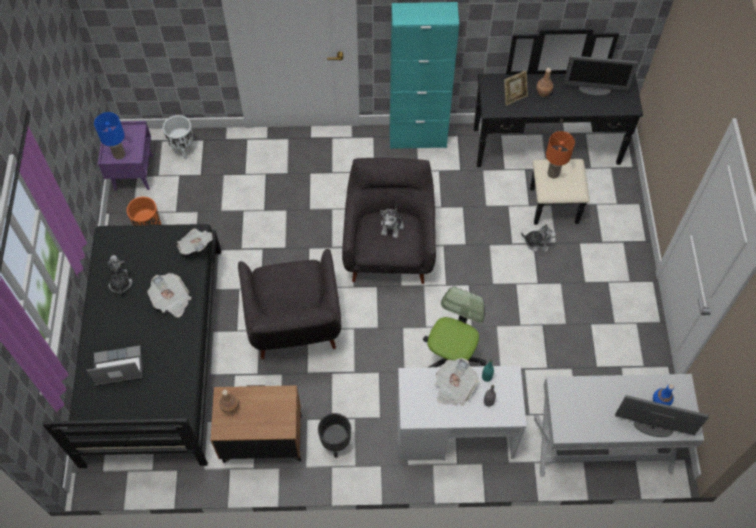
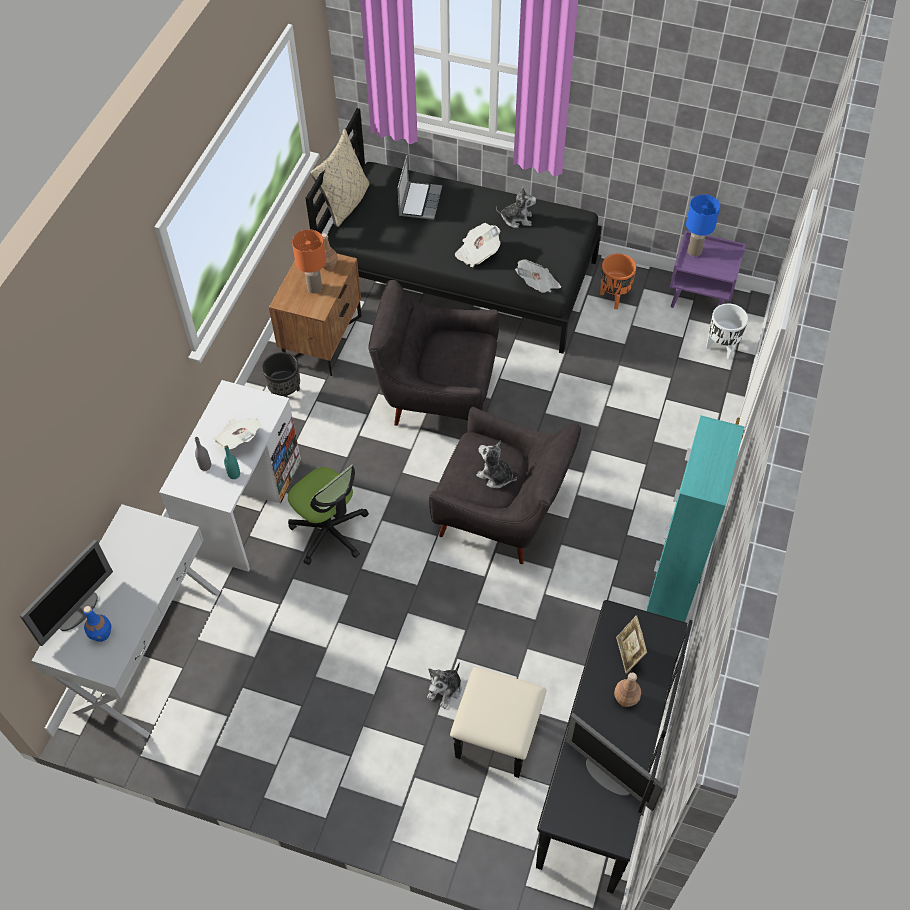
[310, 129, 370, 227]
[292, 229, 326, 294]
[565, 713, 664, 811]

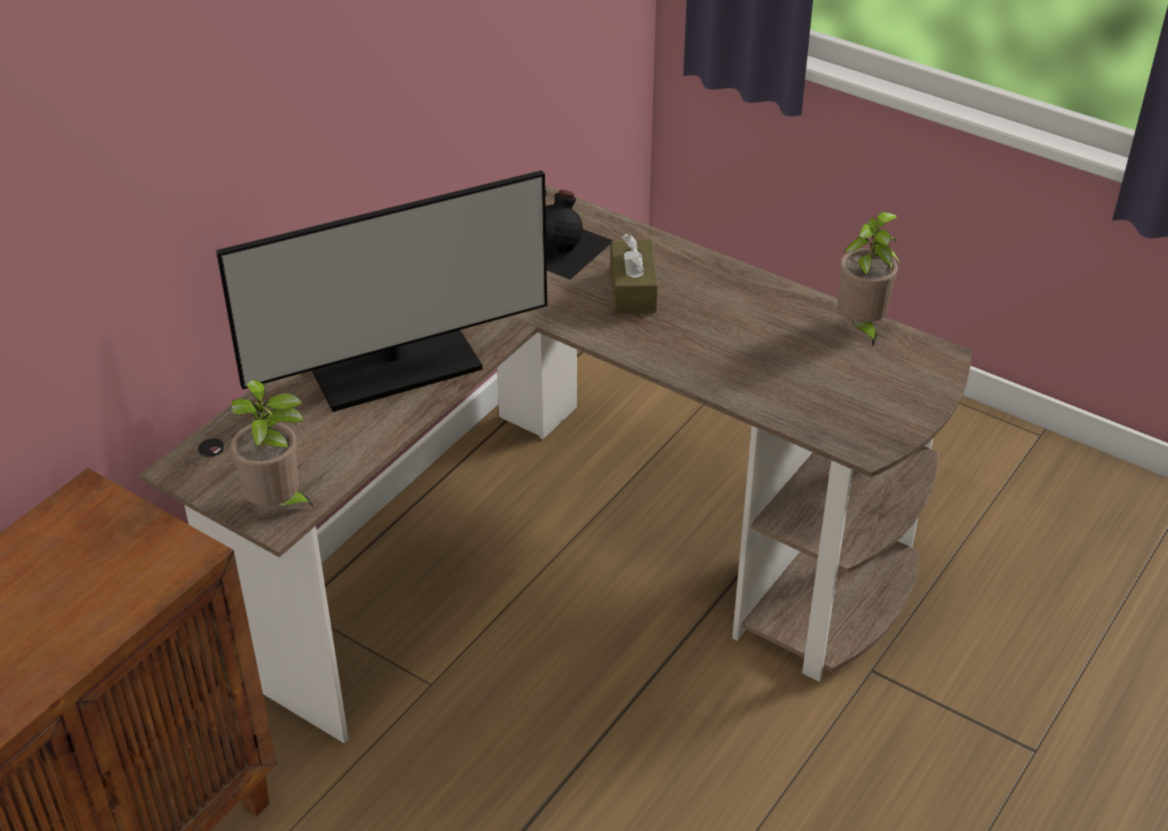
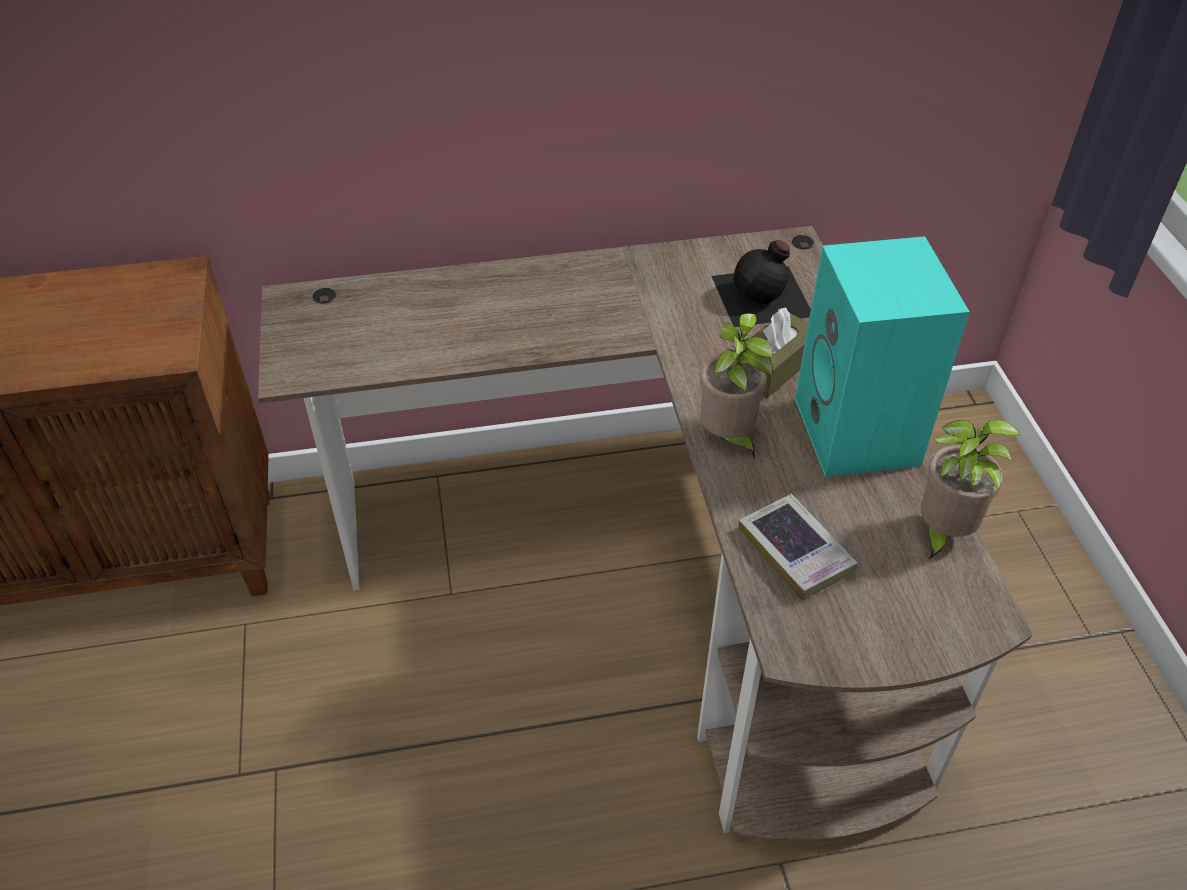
[216, 170, 547, 412] (first image)
[738, 494, 858, 601]
[795, 236, 970, 477]
[700, 313, 773, 460]

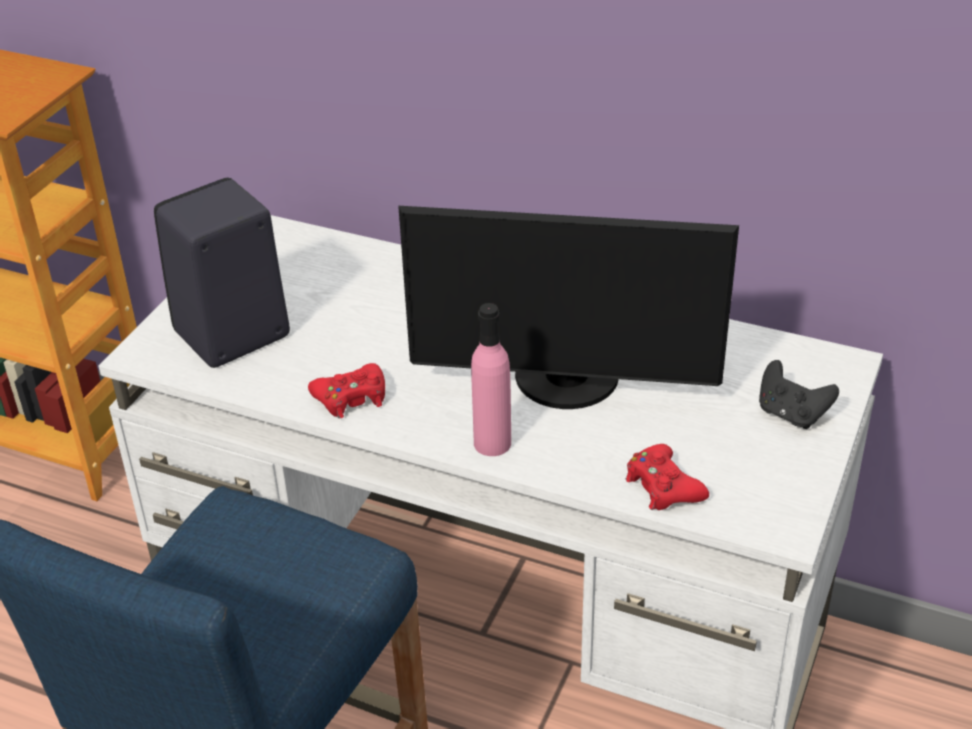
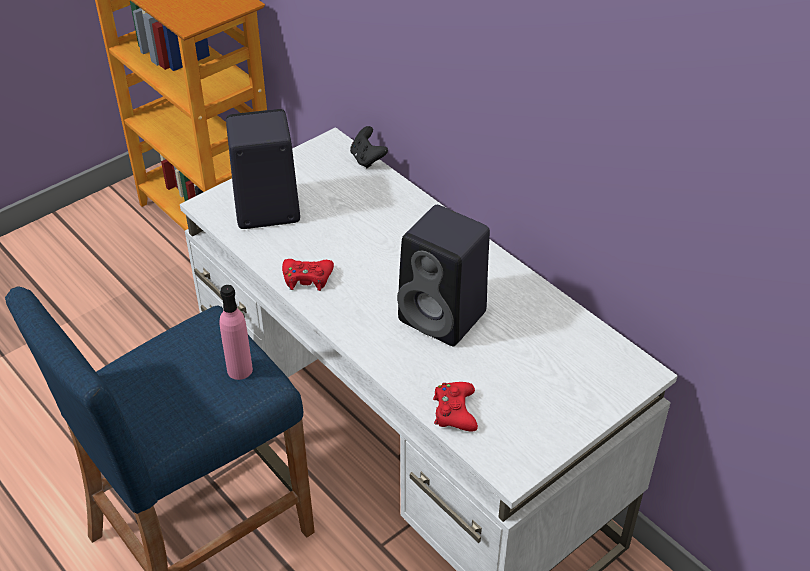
[220, 285, 253, 380]
[350, 126, 388, 168]
[397, 205, 490, 346]

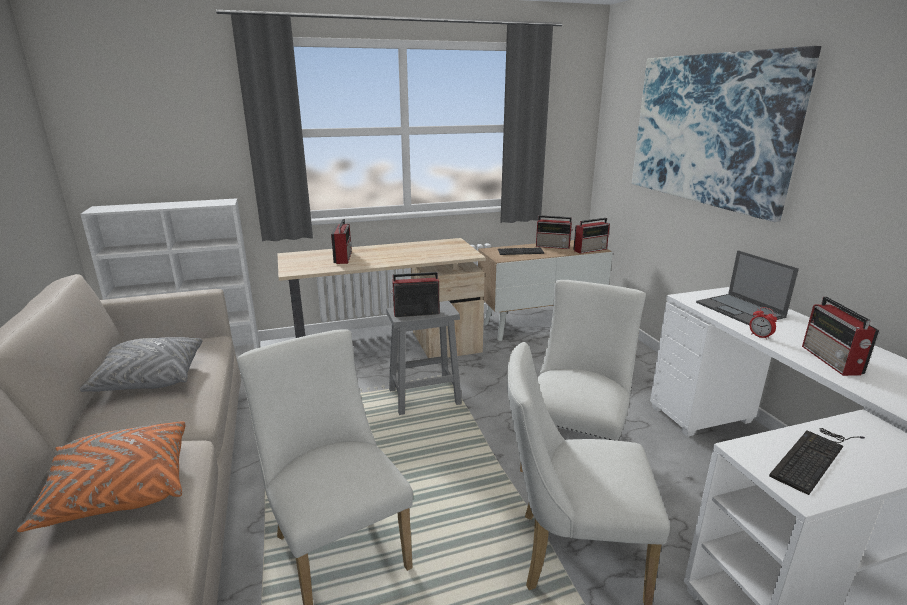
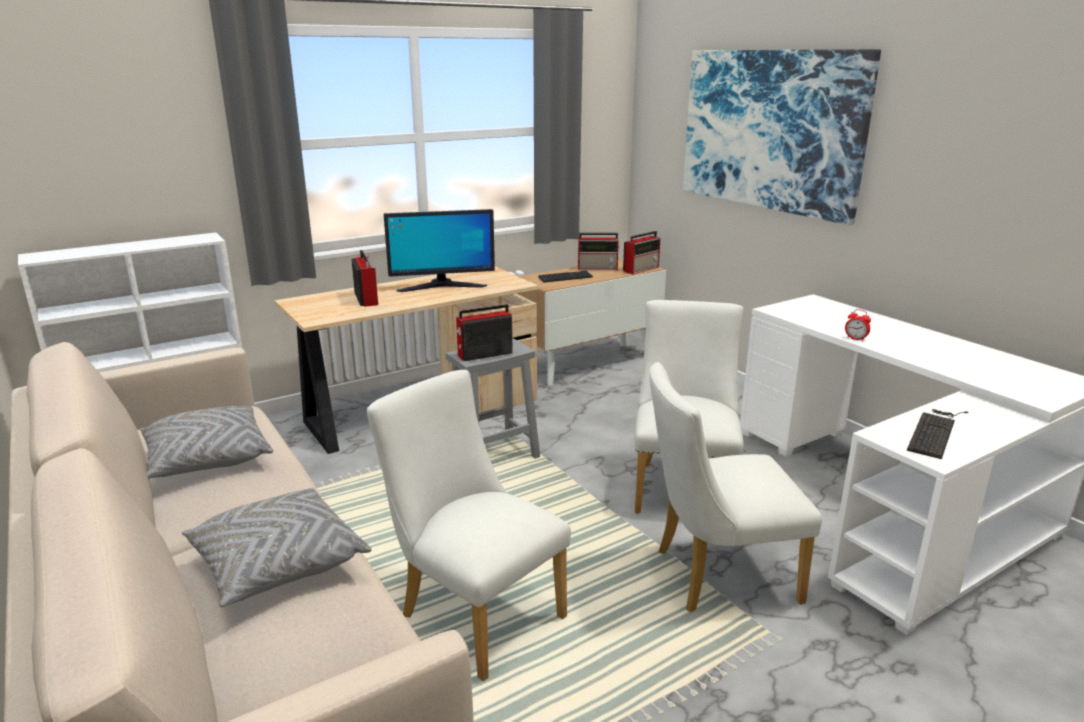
[696, 250, 799, 325] (first image)
[802, 297, 879, 376] (first image)
[384, 209, 495, 292]
[181, 488, 372, 607]

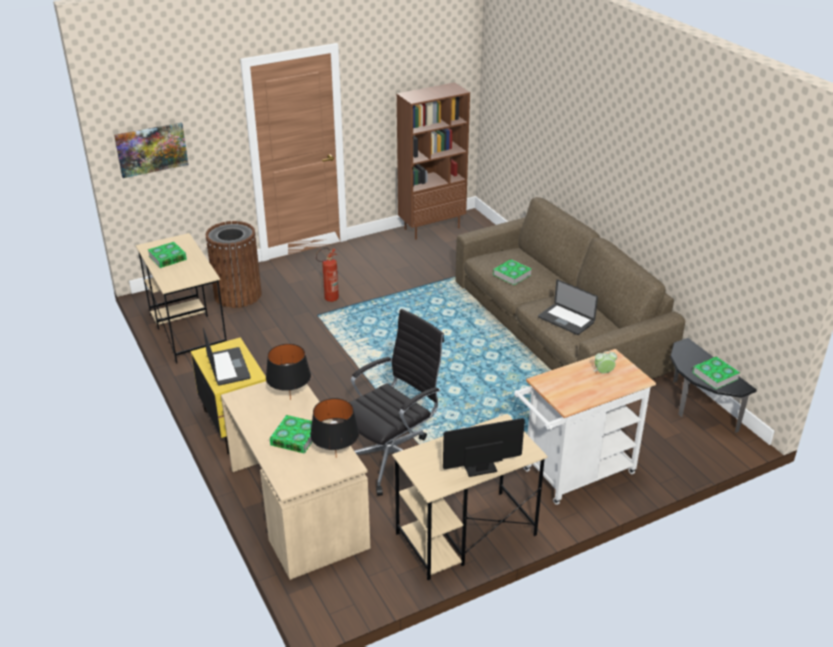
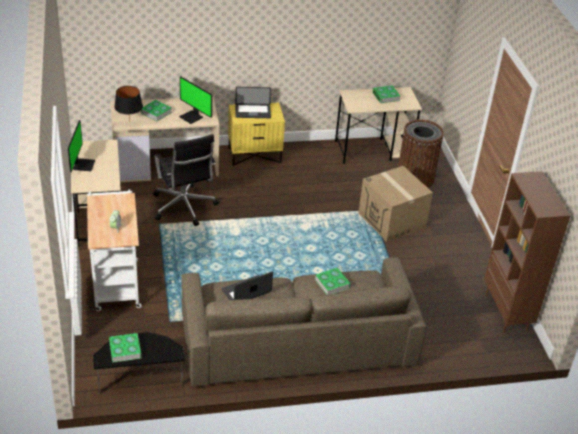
[114, 123, 188, 178] (first image)
[179, 76, 212, 124]
[358, 166, 433, 242]

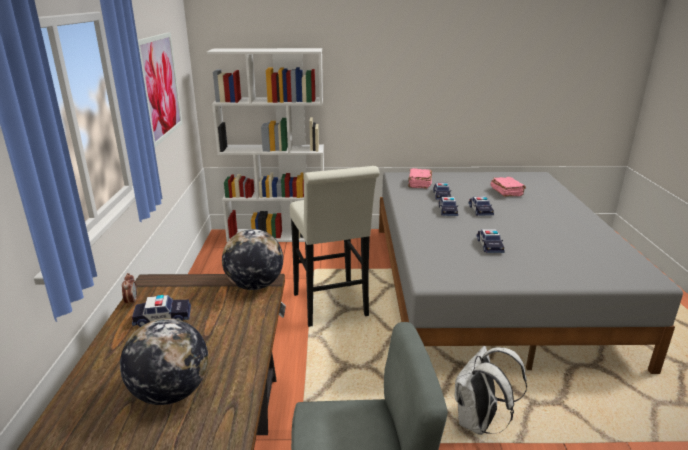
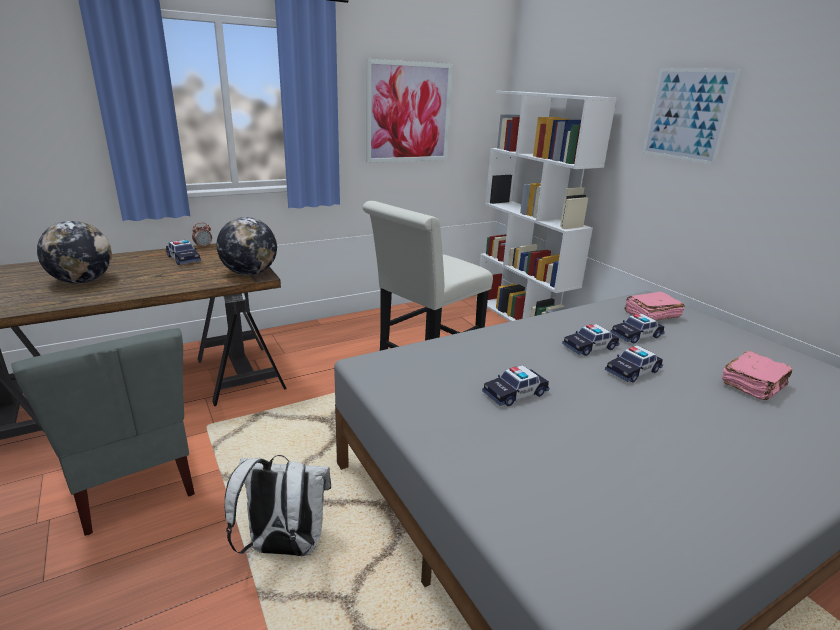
[643, 69, 740, 165]

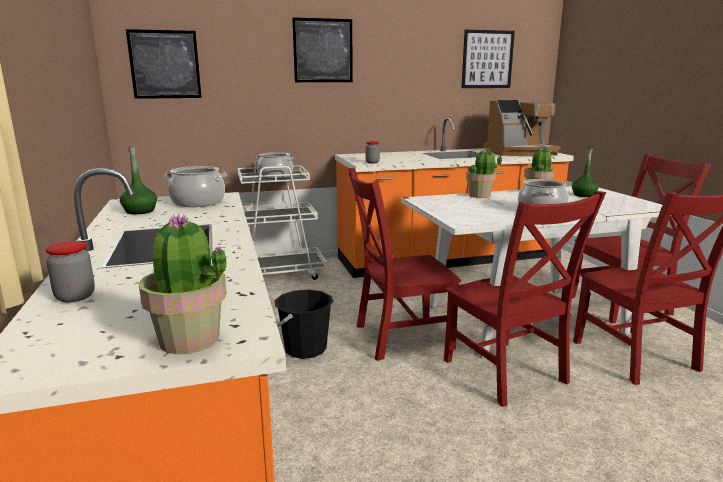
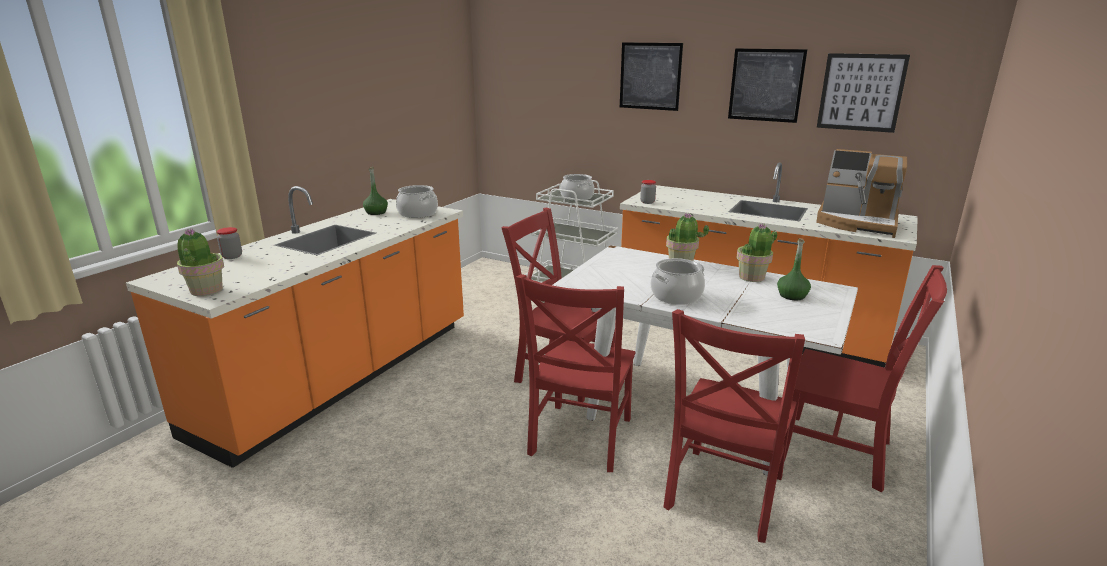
[275, 290, 333, 359] (first image)
[728, 48, 808, 123]

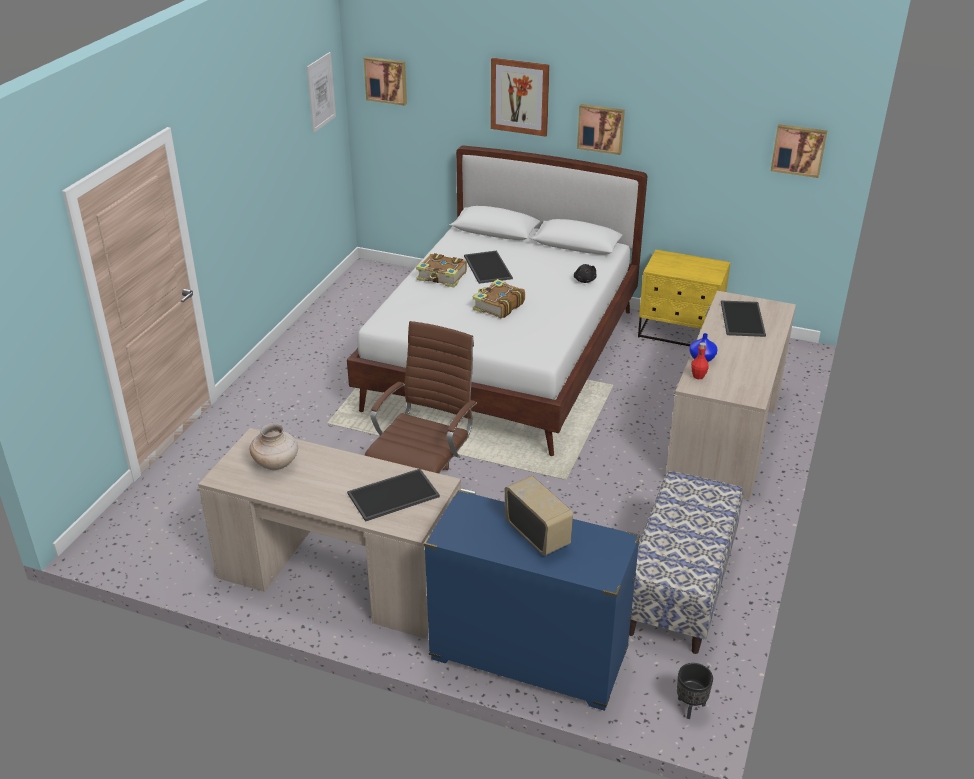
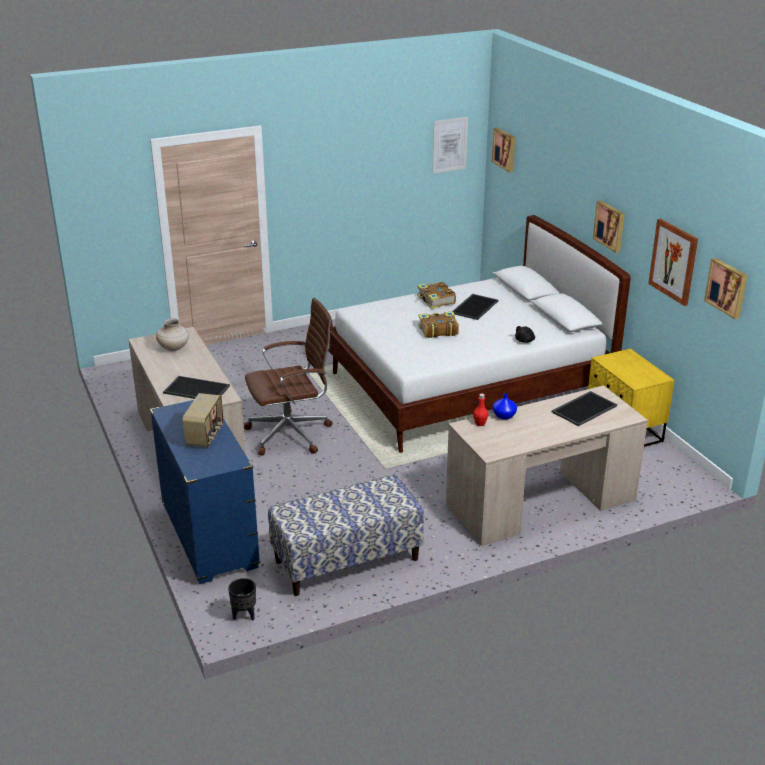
[648, 219, 698, 306]

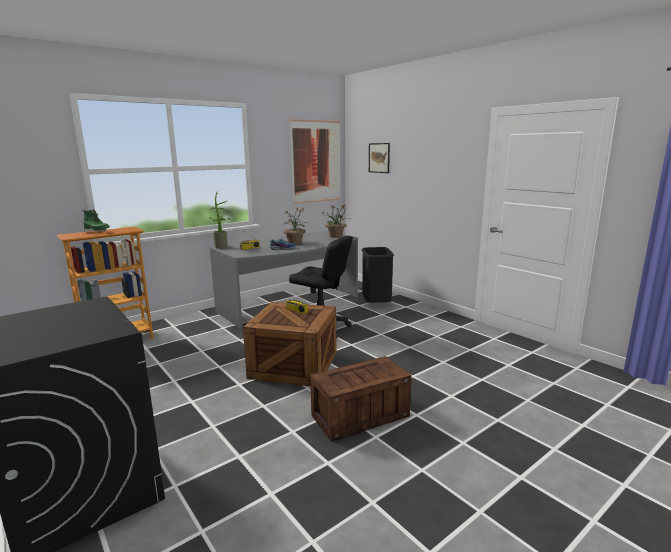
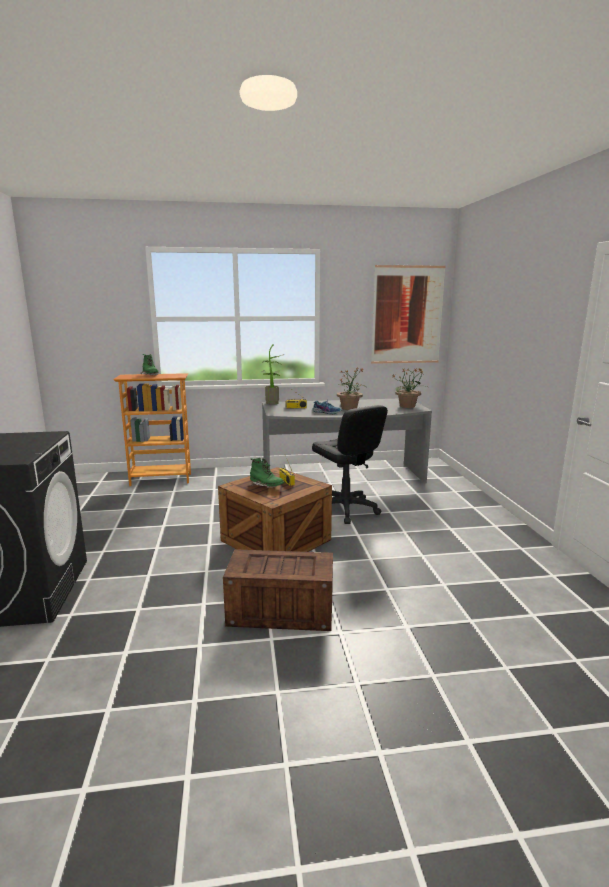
[362, 247, 394, 303] (first image)
[369, 143, 390, 173] (first image)
[250, 458, 285, 488]

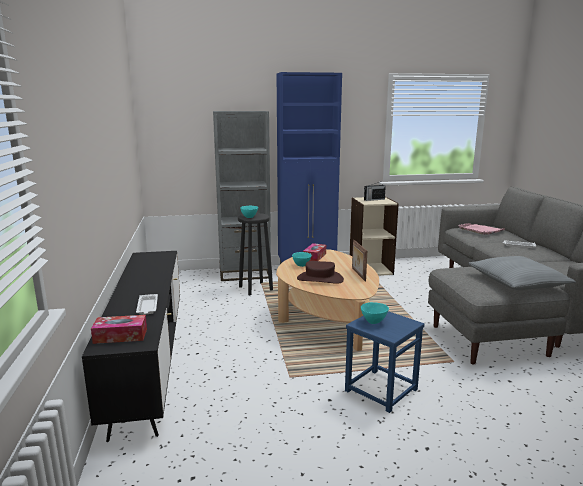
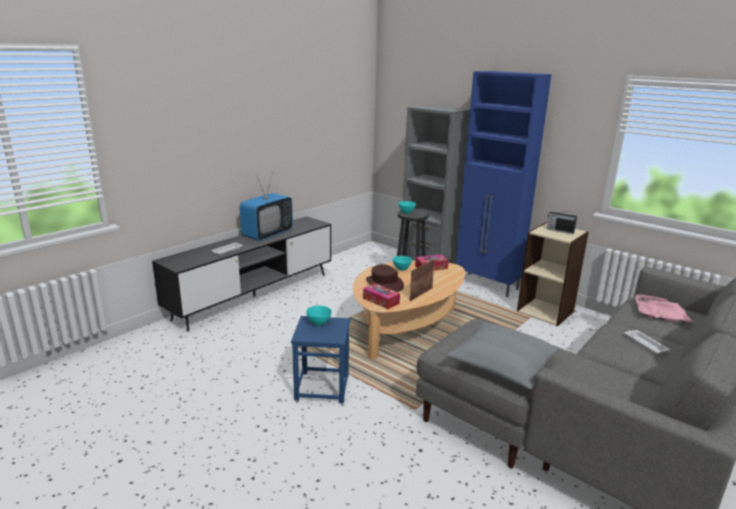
[239, 172, 293, 241]
[363, 283, 400, 309]

